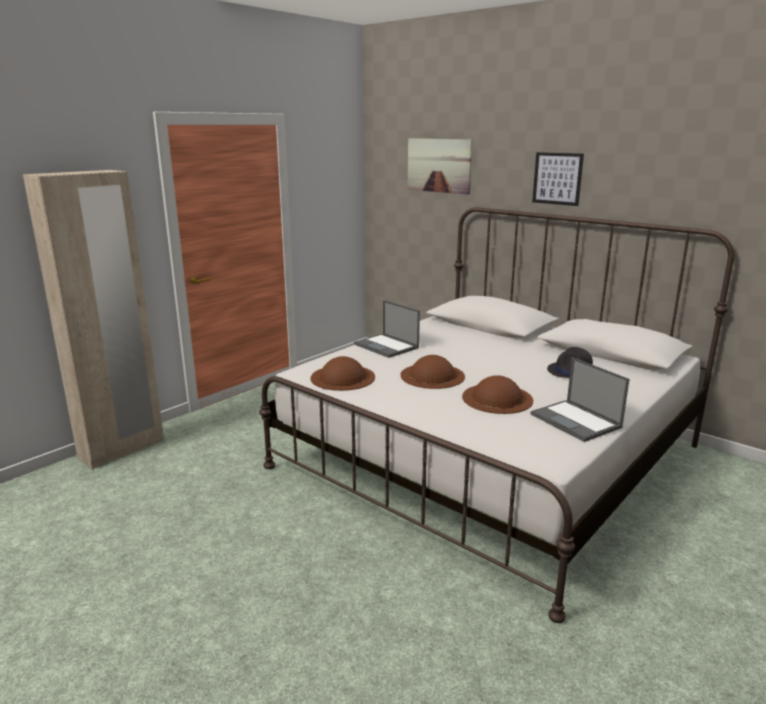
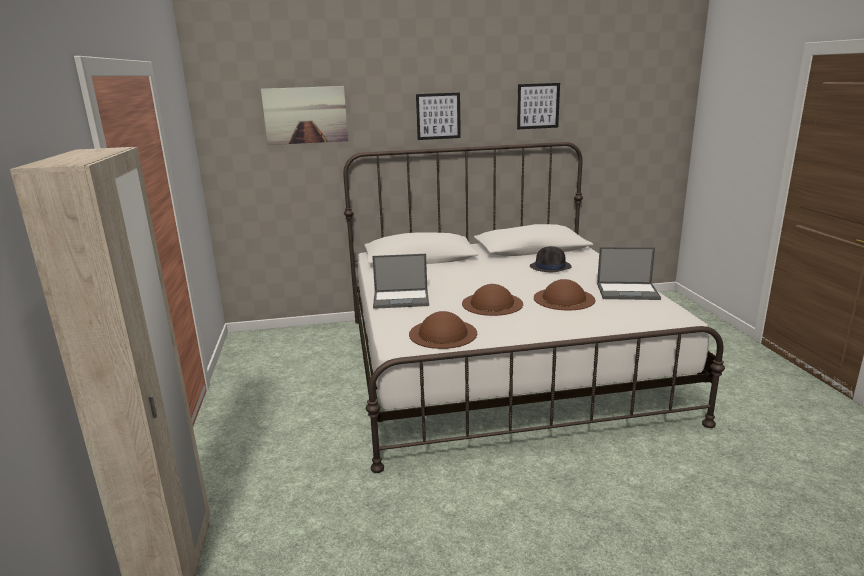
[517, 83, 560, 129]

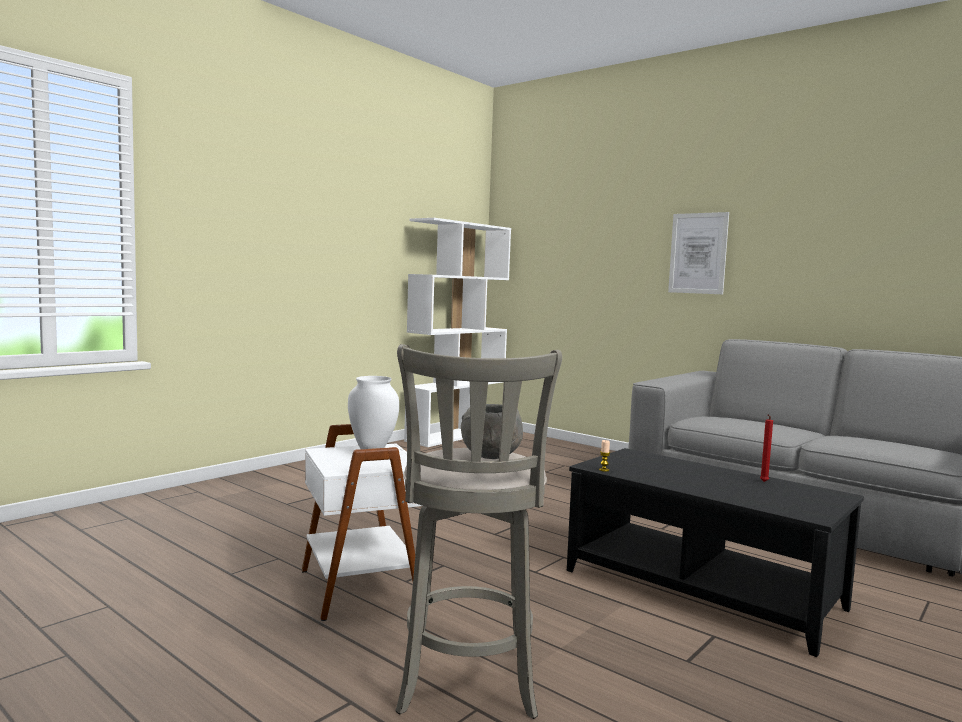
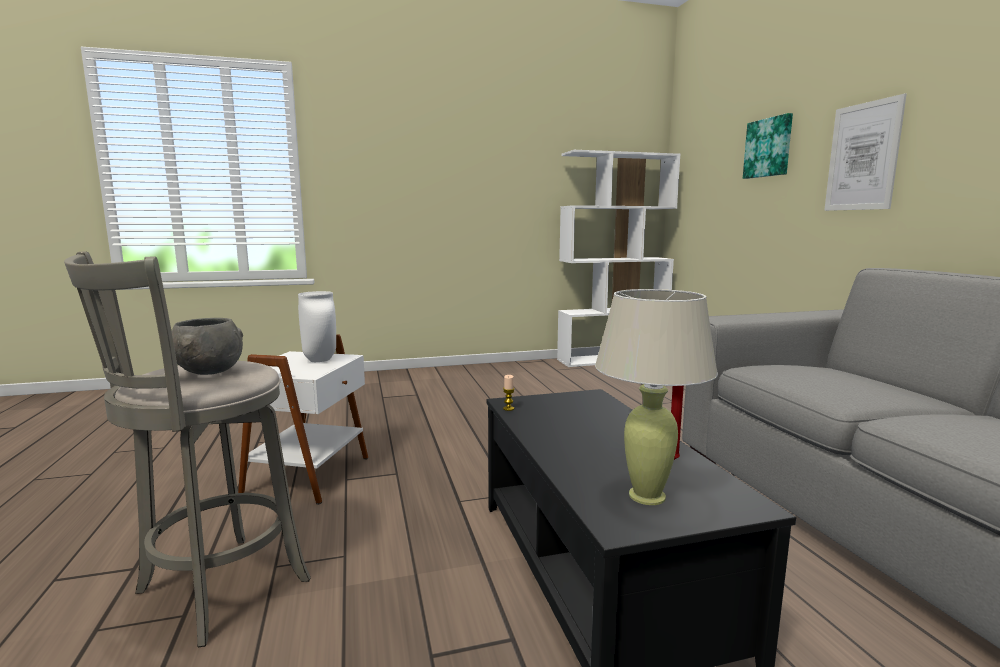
[595, 289, 718, 505]
[743, 113, 793, 179]

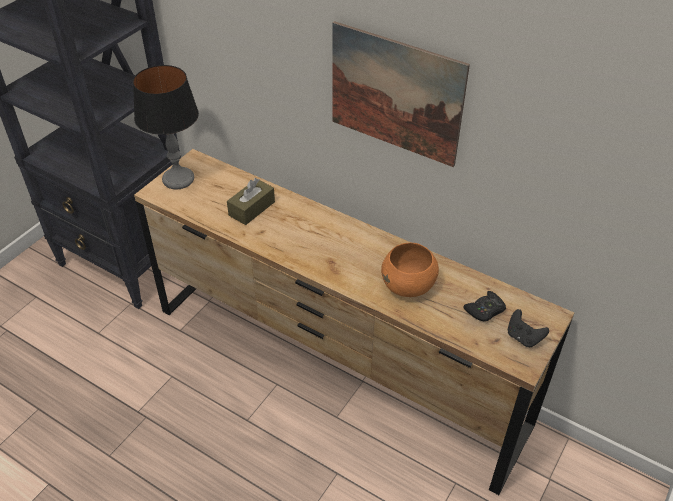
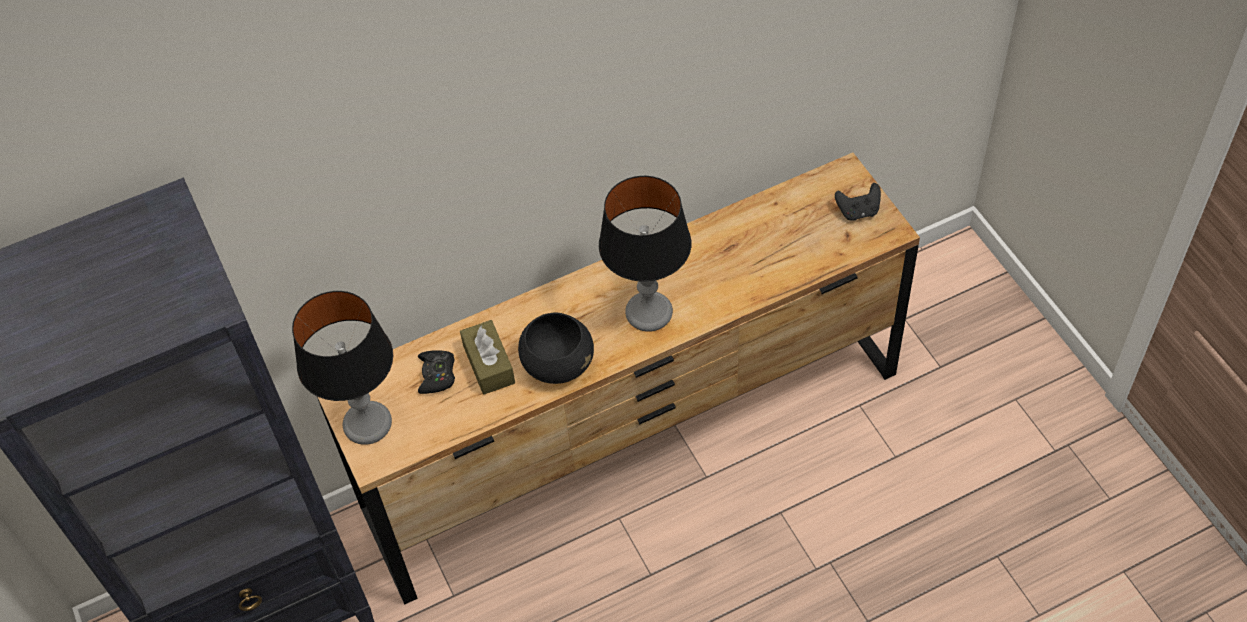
[332, 21, 470, 167] (first image)
[381, 243, 439, 297] (first image)
[518, 313, 594, 384]
[599, 176, 691, 332]
[418, 350, 455, 394]

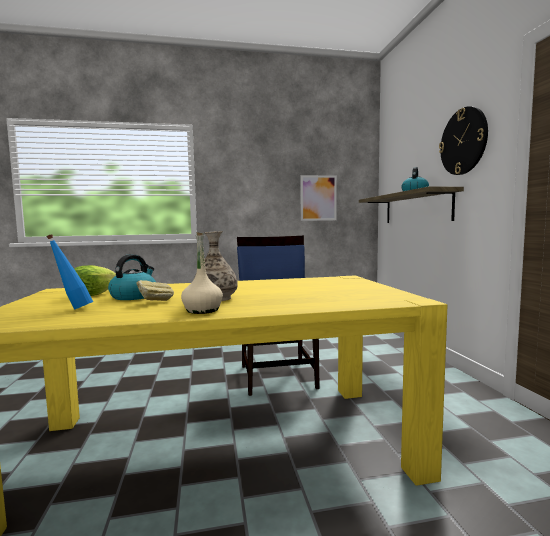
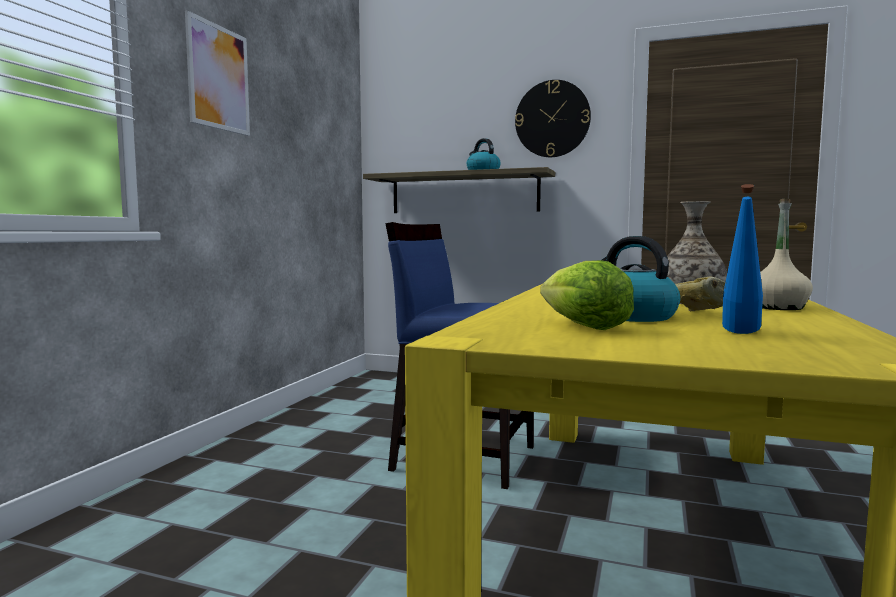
[185, 10, 250, 136]

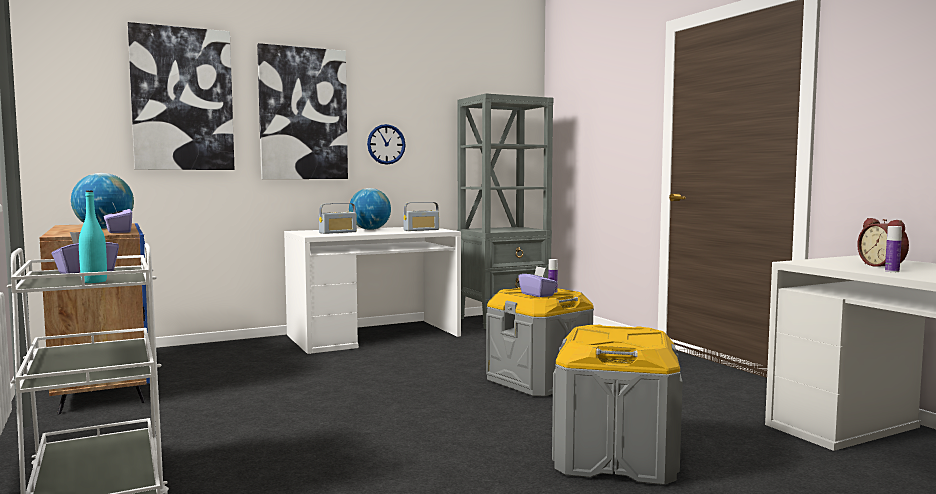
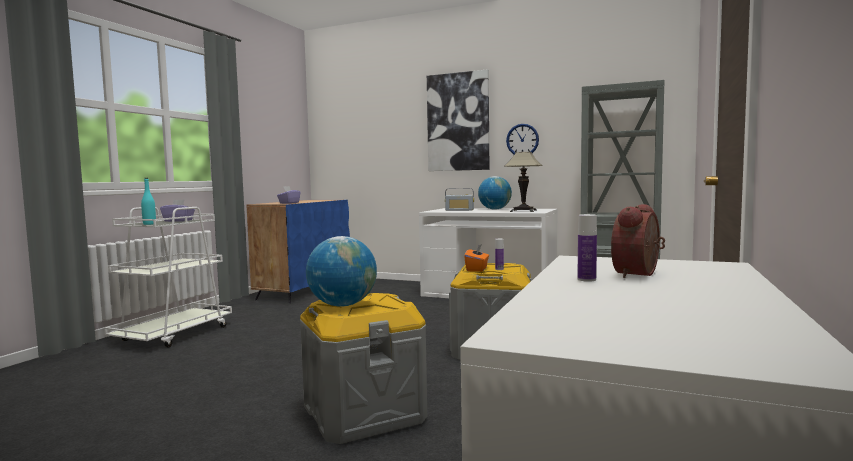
[128, 22, 235, 170] (first image)
[306, 236, 377, 307]
[505, 151, 543, 212]
[464, 244, 489, 272]

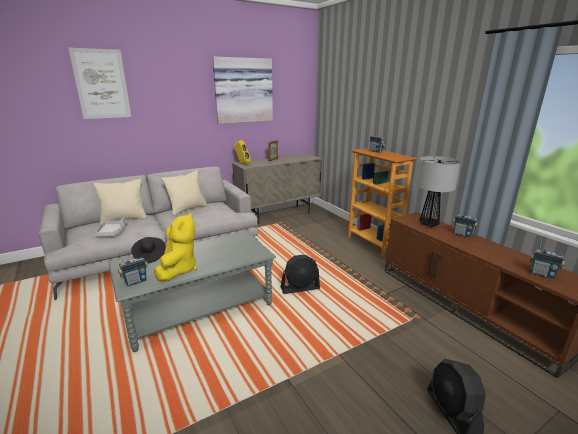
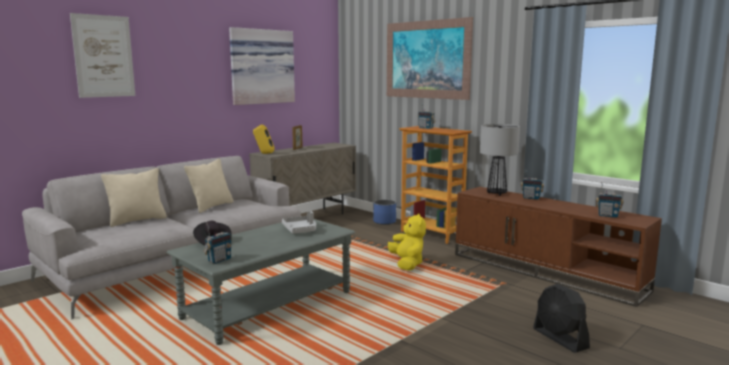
[281, 255, 320, 294] (first image)
[373, 200, 396, 225]
[387, 17, 473, 100]
[282, 211, 316, 234]
[388, 213, 426, 271]

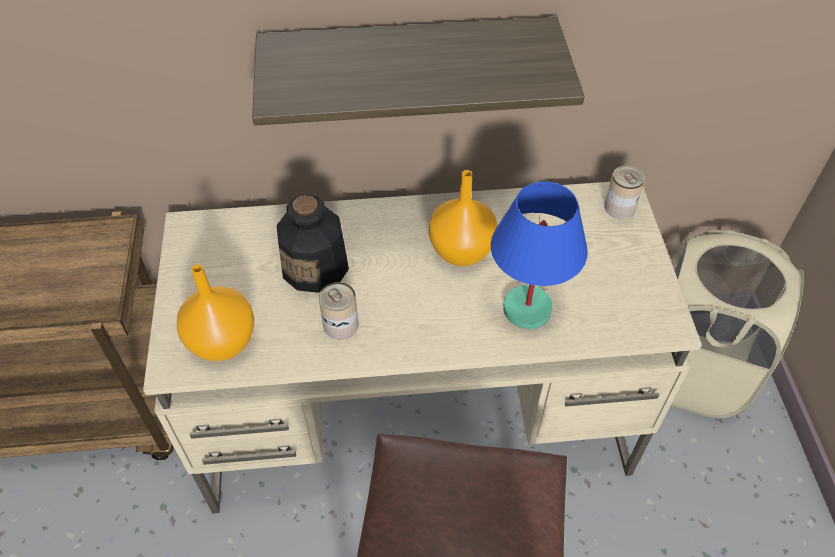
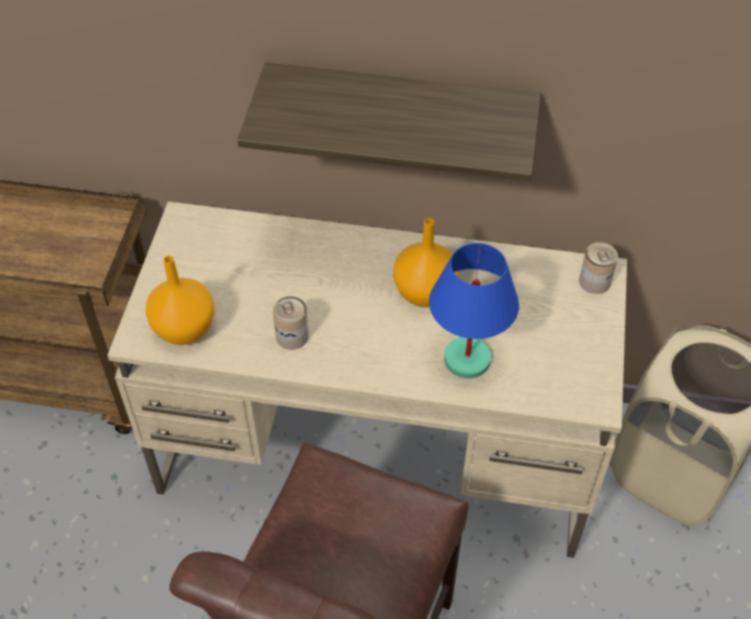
[276, 194, 349, 293] (first image)

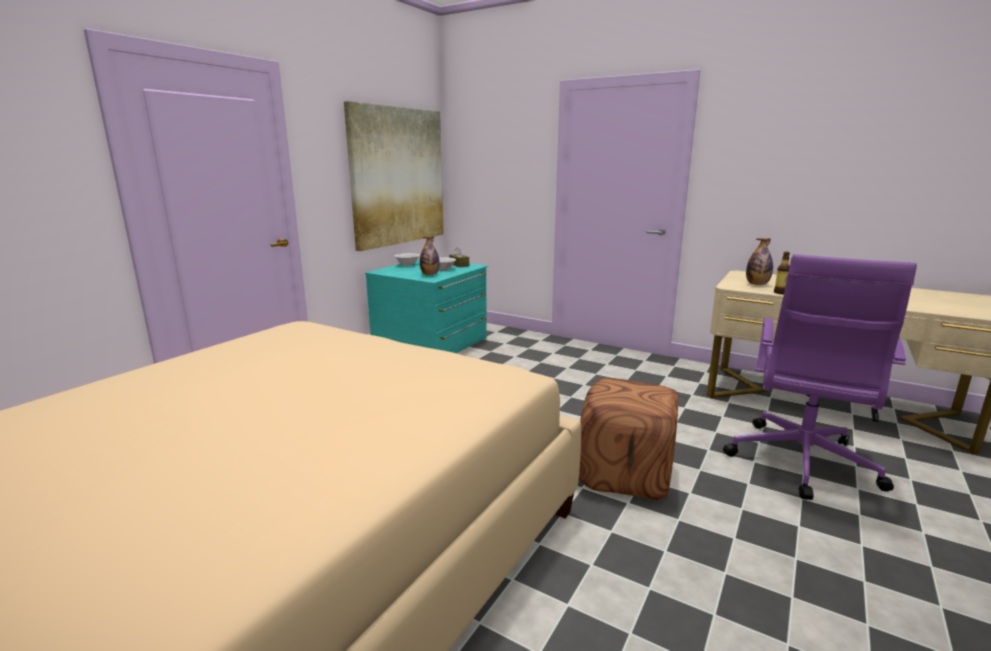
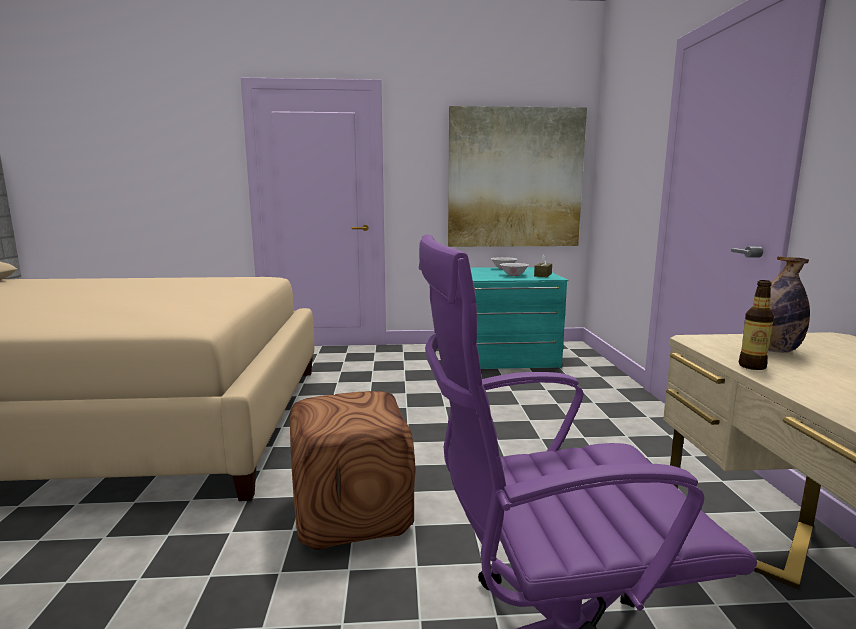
[420, 236, 440, 275] (first image)

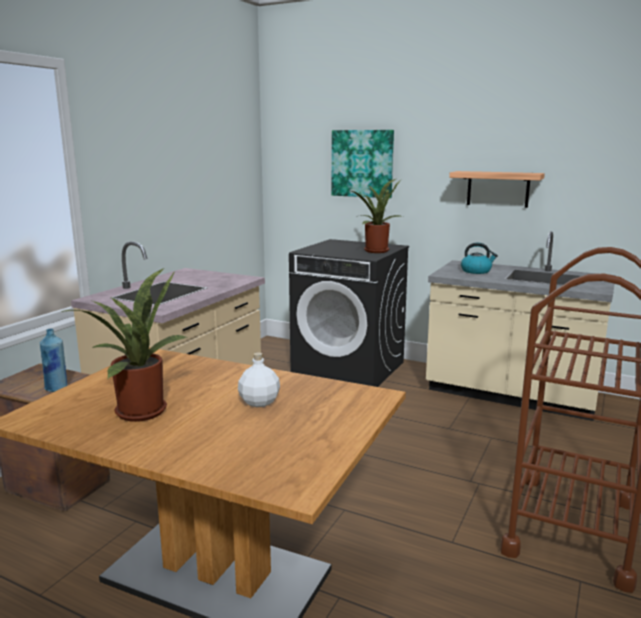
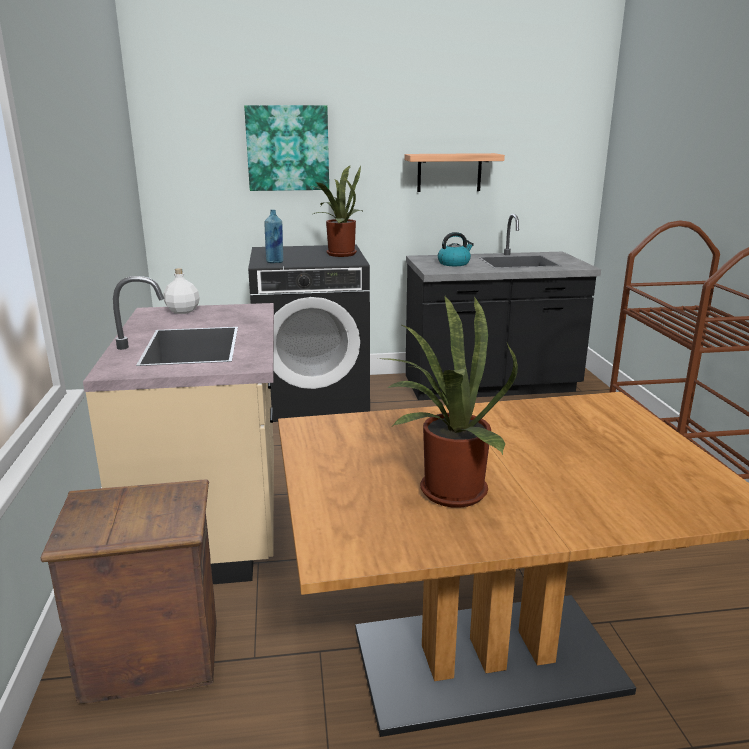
[265, 210, 283, 263]
[164, 268, 200, 314]
[406, 214, 601, 400]

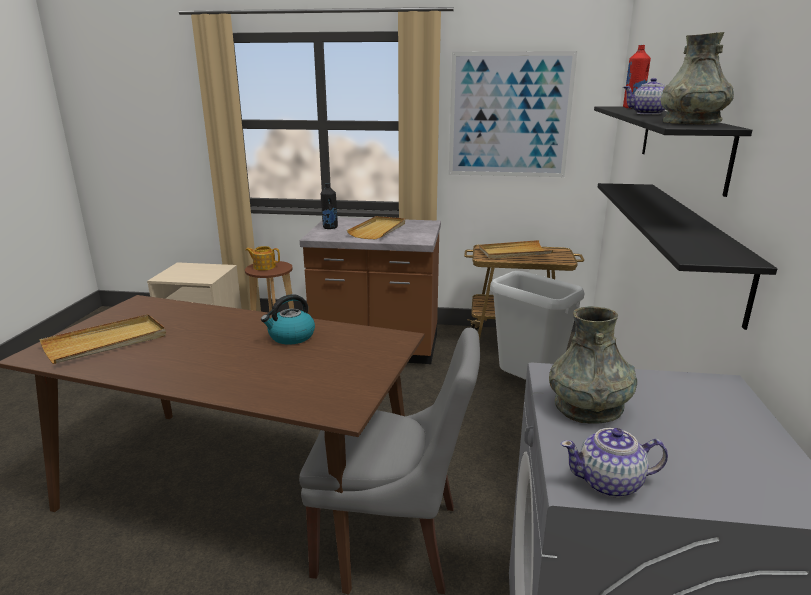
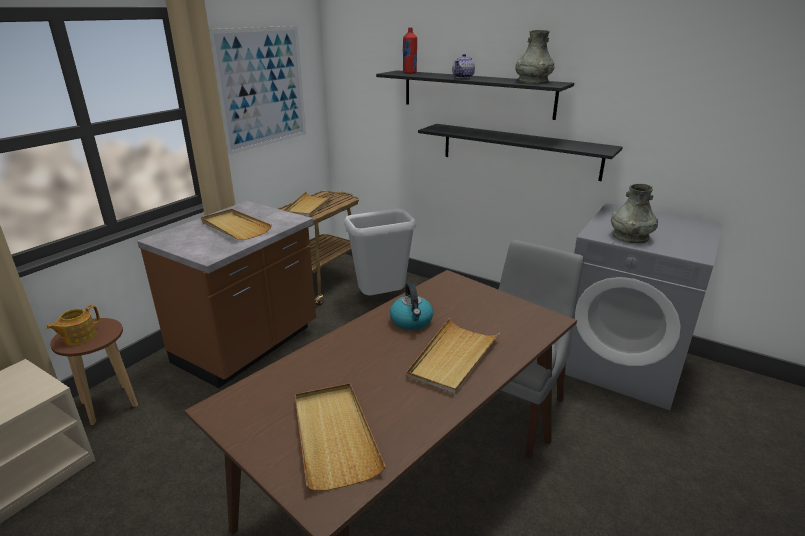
[321, 183, 338, 229] (first image)
[561, 428, 668, 498] (first image)
[407, 318, 500, 395]

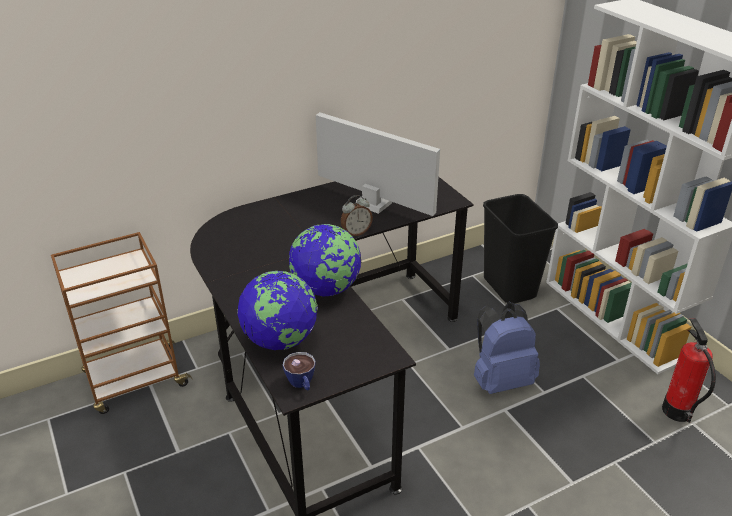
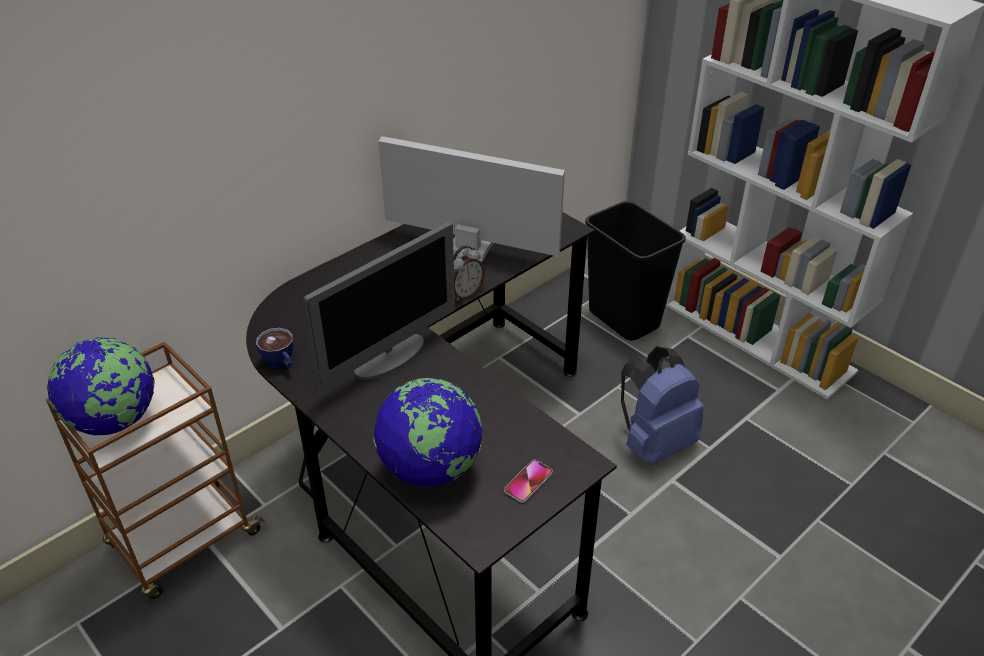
[662, 318, 716, 423] (first image)
[303, 222, 456, 388]
[504, 460, 553, 503]
[256, 328, 293, 368]
[47, 337, 155, 435]

